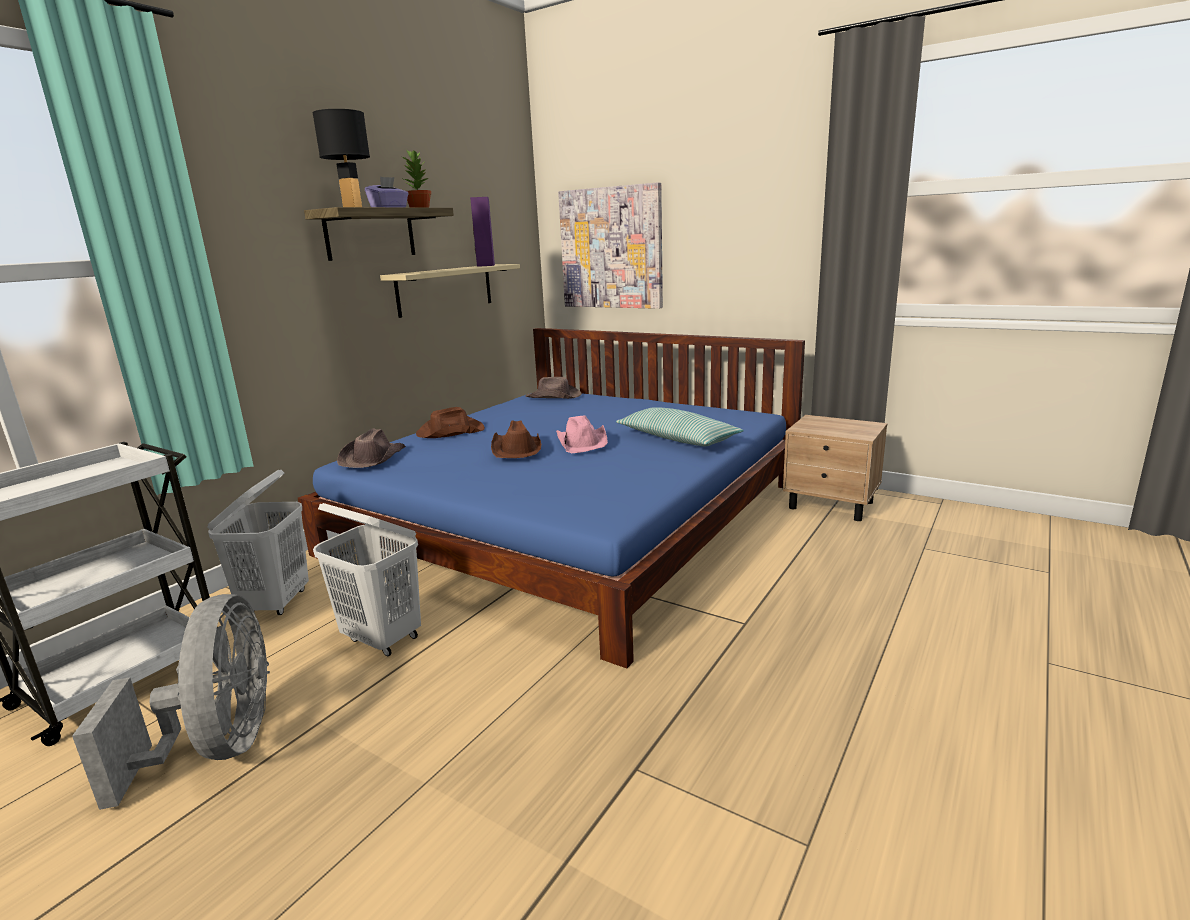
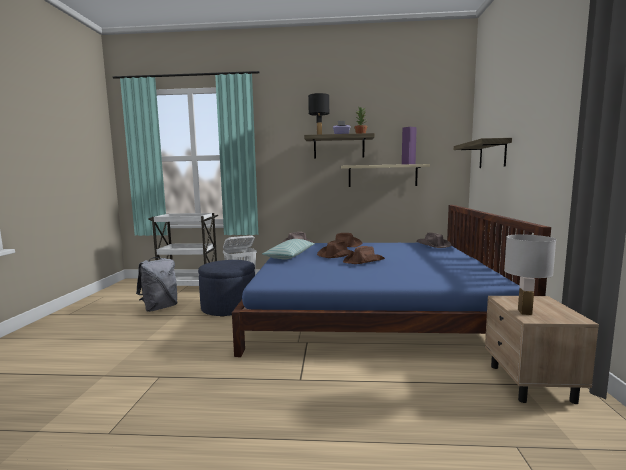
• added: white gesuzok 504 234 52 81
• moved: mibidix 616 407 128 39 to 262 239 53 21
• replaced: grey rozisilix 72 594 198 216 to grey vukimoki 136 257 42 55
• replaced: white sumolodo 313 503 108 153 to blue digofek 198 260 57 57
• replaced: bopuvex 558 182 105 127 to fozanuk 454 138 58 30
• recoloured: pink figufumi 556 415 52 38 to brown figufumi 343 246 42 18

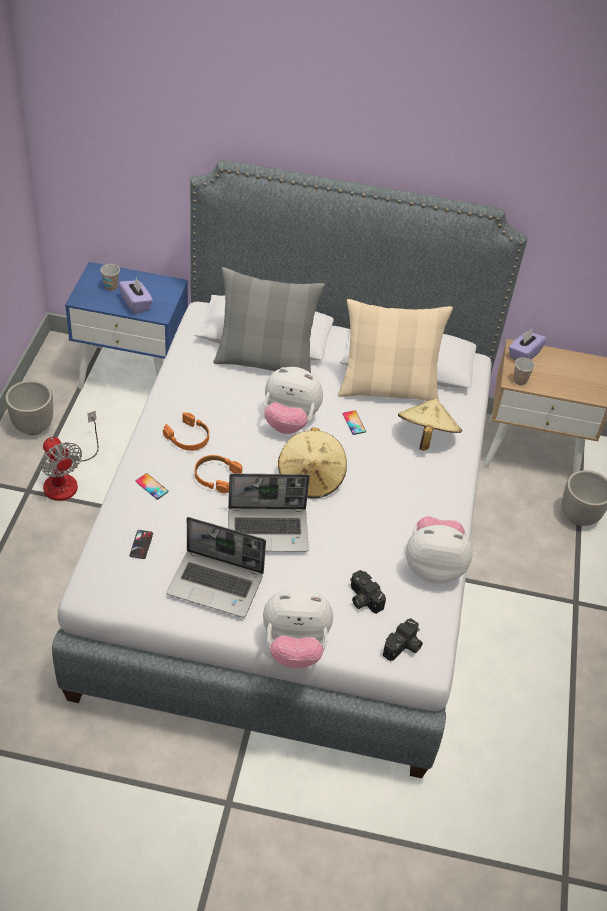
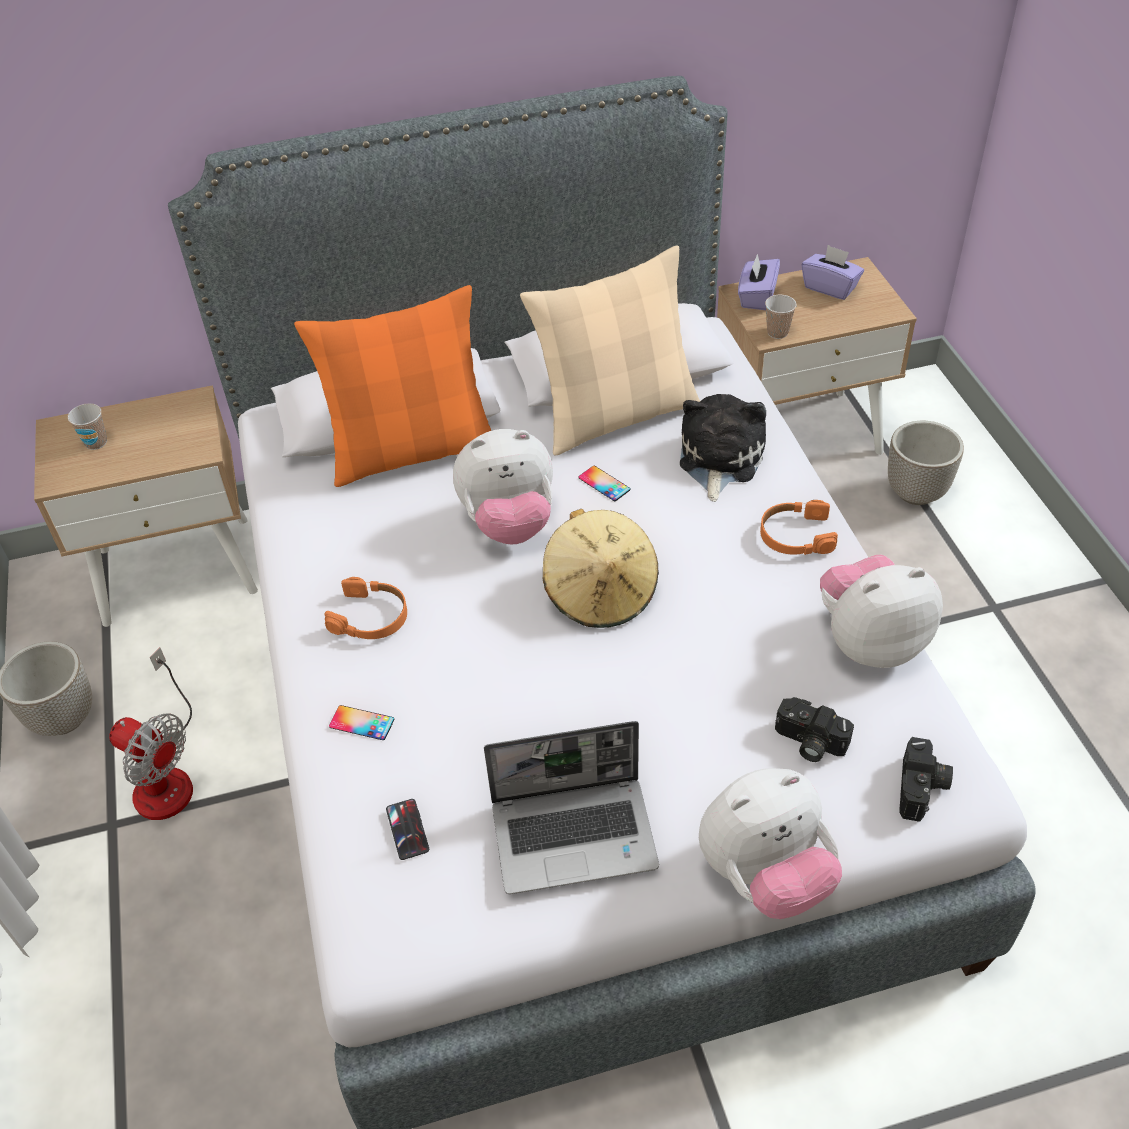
• removed: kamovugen 228 473 82 79
• moved: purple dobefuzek 119 277 34 37 to 802 245 62 55
• moved: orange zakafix 195 455 47 39 to 760 500 78 55
• replaced: beige figufumi 398 398 64 53 to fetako 680 394 86 108
• recoloured: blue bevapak 65 262 123 127 to beige bevapak 34 385 224 242
• recoloured: grey mibidix 213 267 112 106 to orange mibidix 294 285 197 202

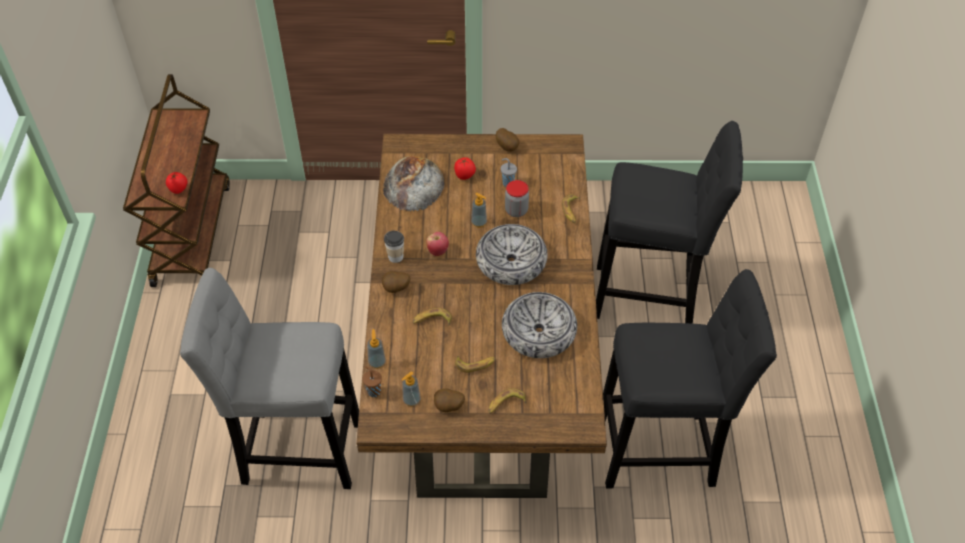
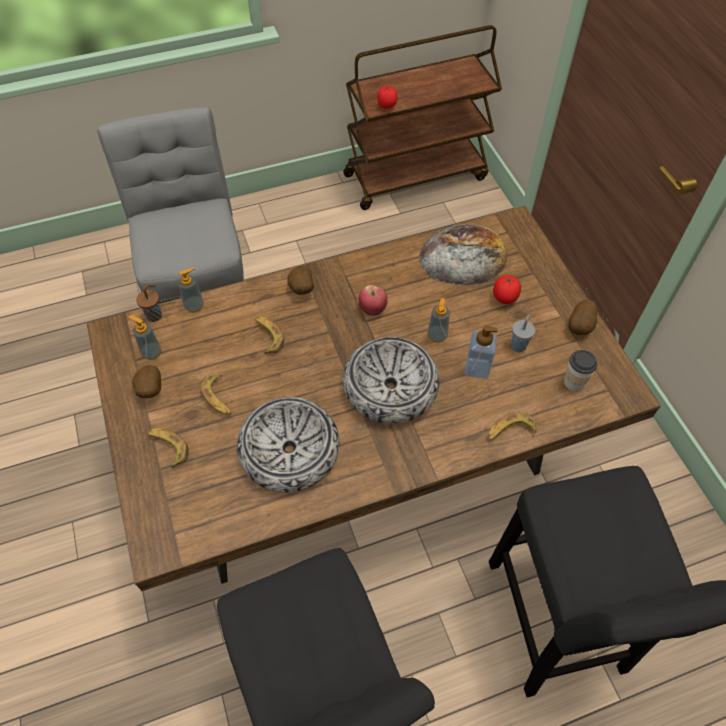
• moved: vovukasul 384 231 20 32 to 564 350 33 41
• replaced: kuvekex 505 180 24 37 to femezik 465 325 33 54

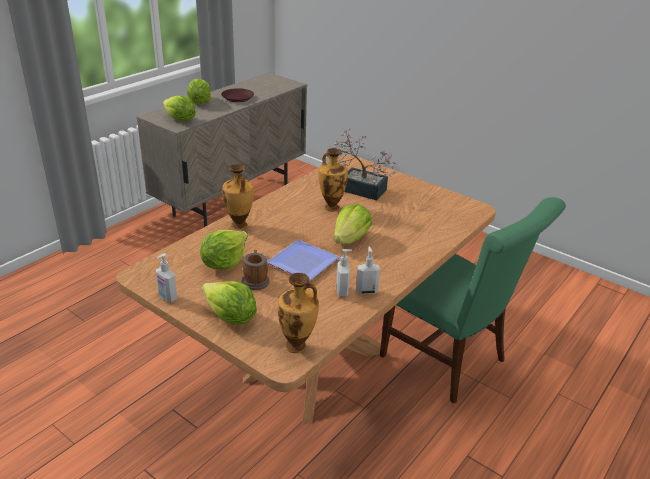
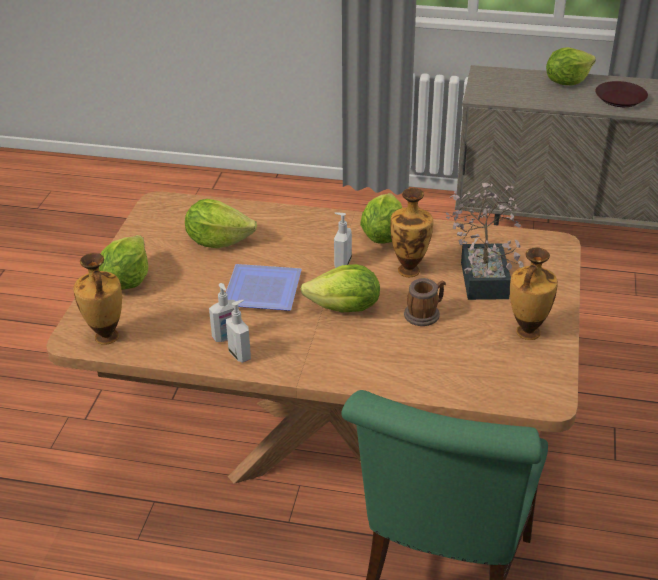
• moved: femezik 156 253 21 50 to 334 212 18 56
• moved: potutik 163 95 33 26 to 360 193 42 51
• moved: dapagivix 222 164 32 65 to 510 247 48 93
• moved: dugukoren 242 250 28 40 to 404 278 42 48

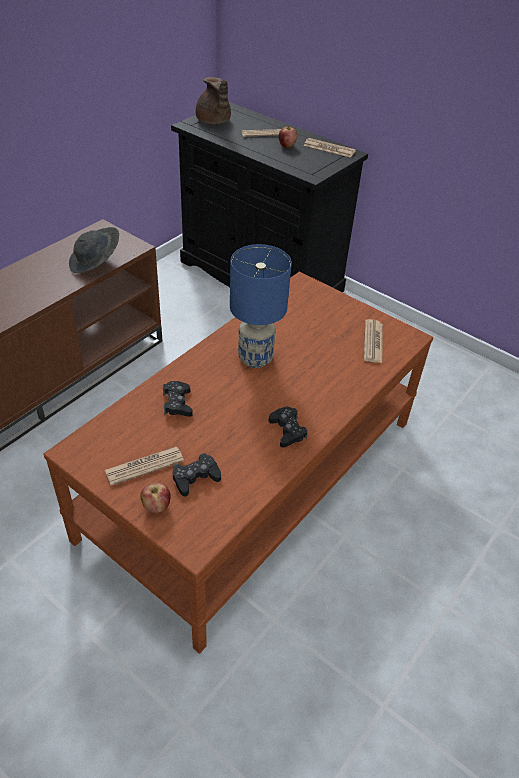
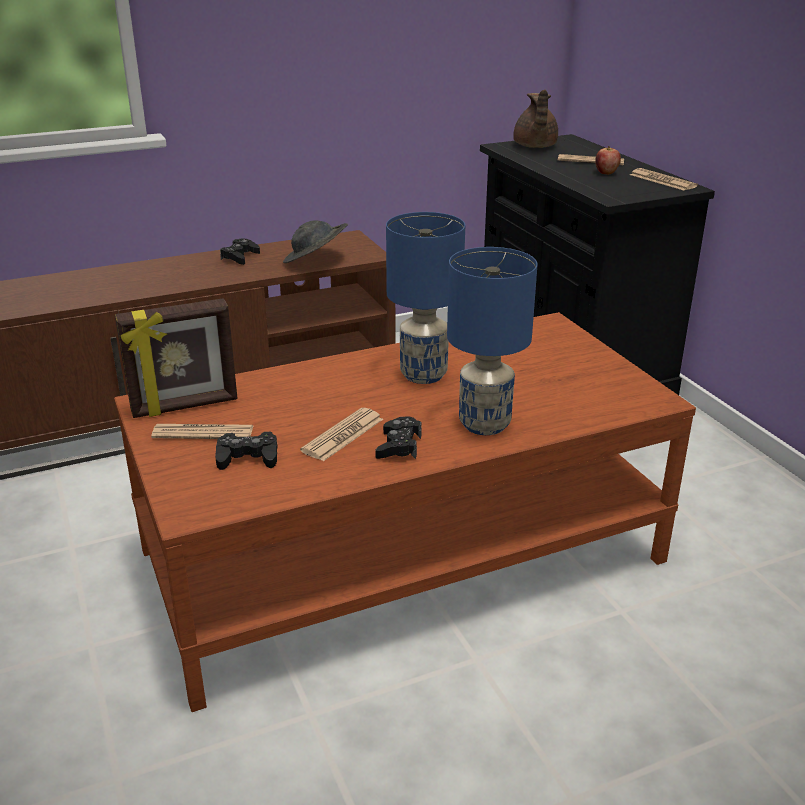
• removed: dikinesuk 140 482 31 31
• added: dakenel 115 298 123 120
• added: blue gesuzok 447 247 91 188
• moved: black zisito 163 381 30 36 to 220 239 40 26
• moved: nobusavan 364 319 19 44 to 300 408 83 53

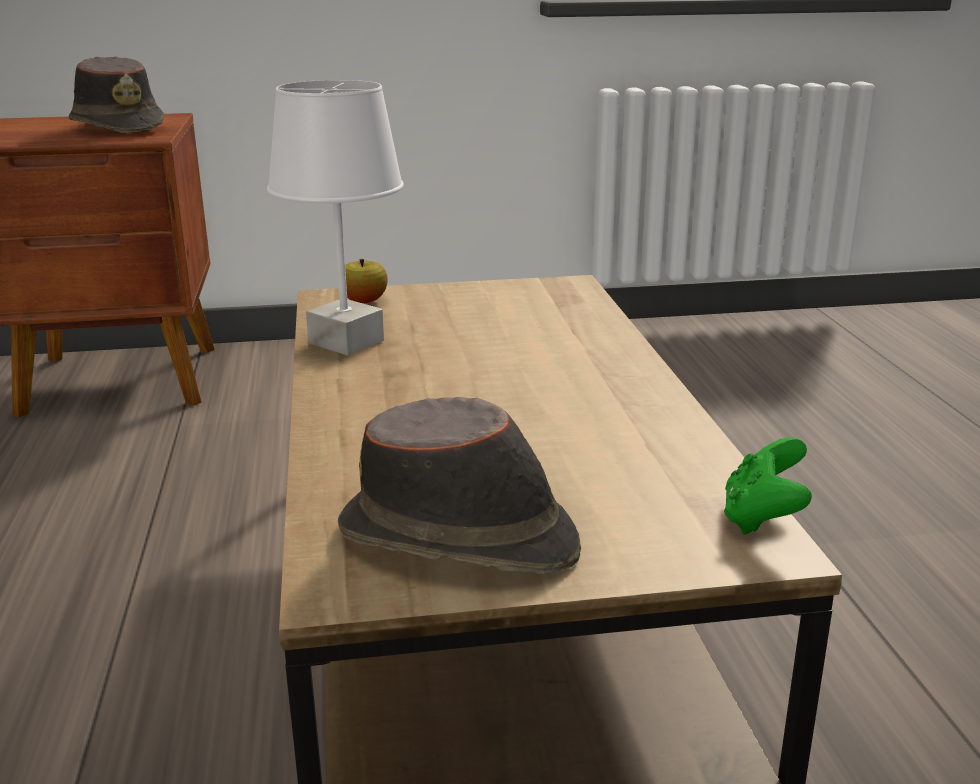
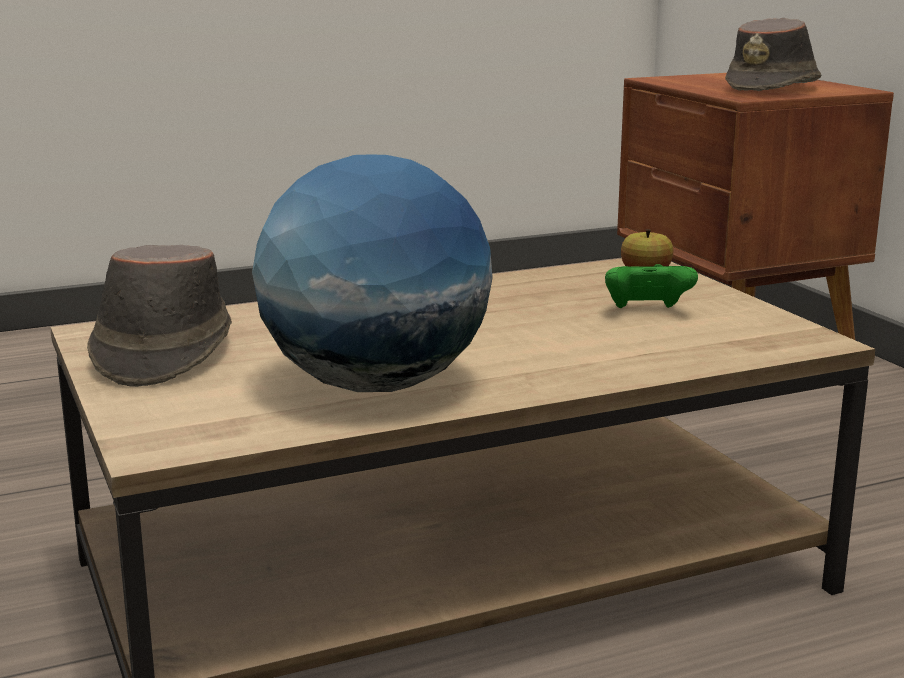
• removed: white gesuzok 267 80 137 275
• added: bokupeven 252 155 241 237
• moved: green zisito 724 437 88 98 to 605 264 93 44

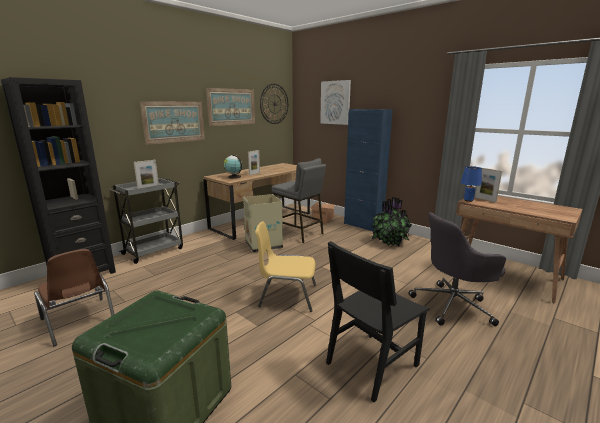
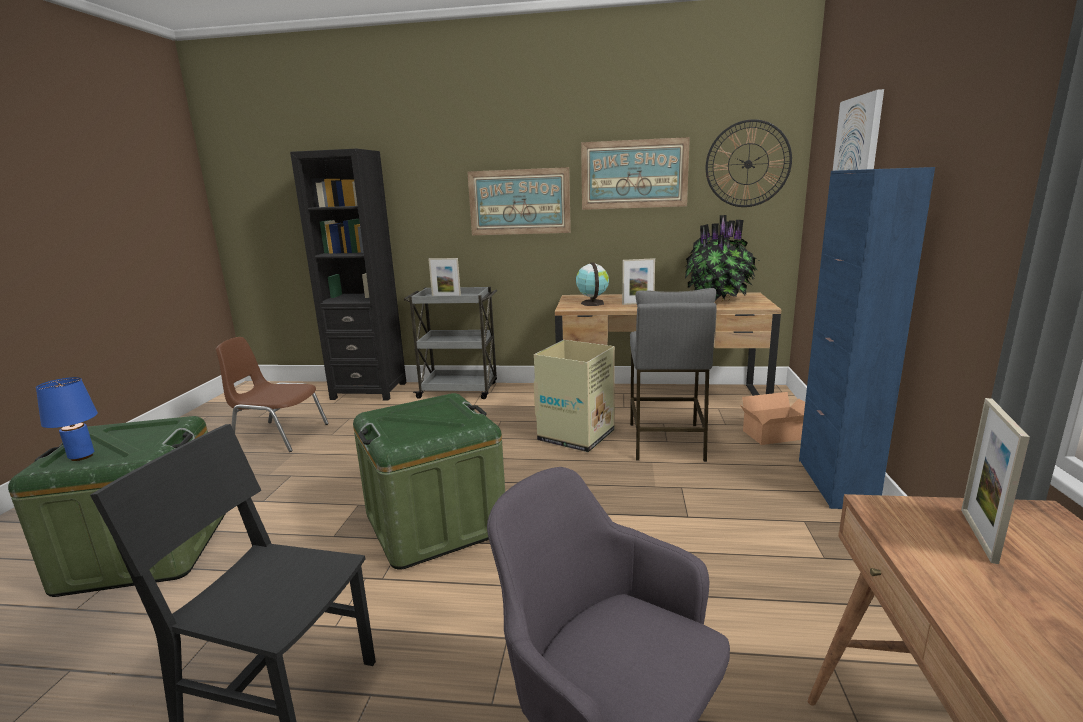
• moved: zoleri 371 197 41 50 to 685 215 74 87
• moved: blue gesuzok 461 166 21 36 to 36 377 62 84
• replaced: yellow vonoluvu 255 222 61 90 to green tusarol 353 393 152 177
• turned: brown vonoluvu 34 249 80 97 = 216 337 113 115 90 degrees clockwise

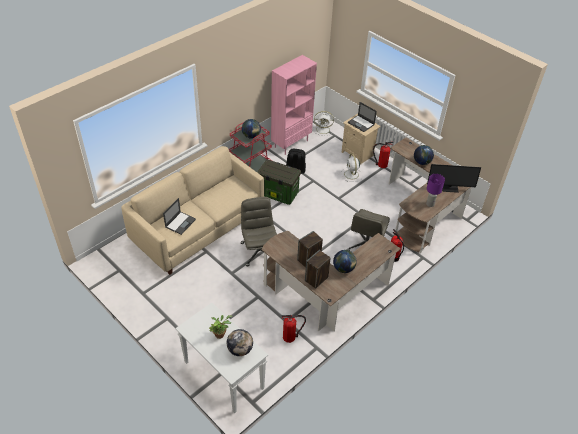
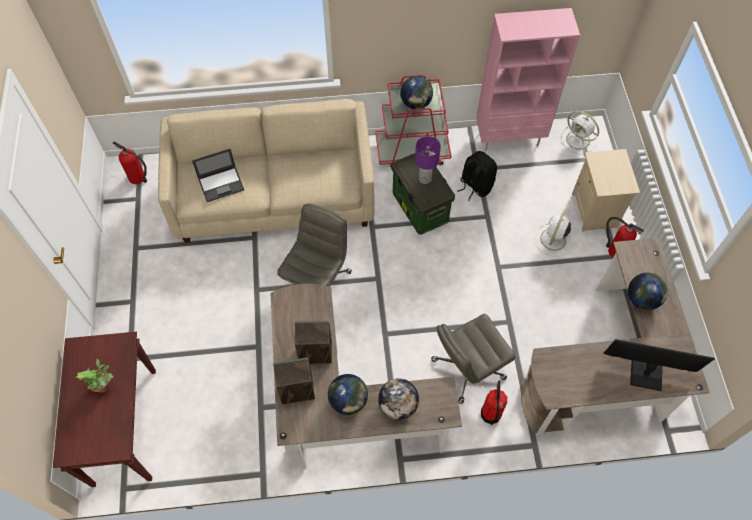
• removed: kamovugen 348 102 29 30
• moved: bokupeven 227 329 26 27 to 378 378 41 42
• moved: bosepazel 282 315 24 28 to 113 142 34 42
• moved: purple gesuzok 426 174 19 33 to 415 136 26 48
• recoloured: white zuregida 175 303 93 110 to brown zuregida 53 332 103 155
• turned: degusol 427 164 54 29 = 604 339 111 52 150 degrees clockwise

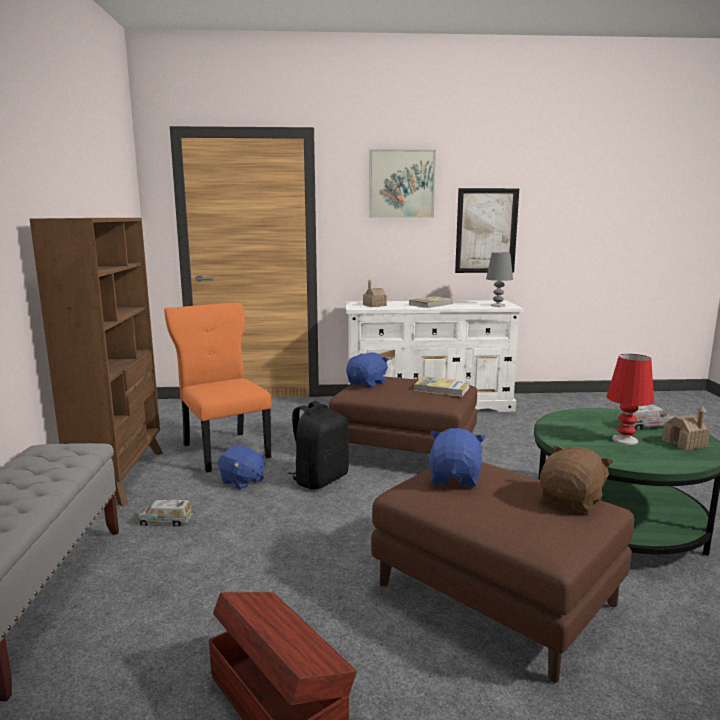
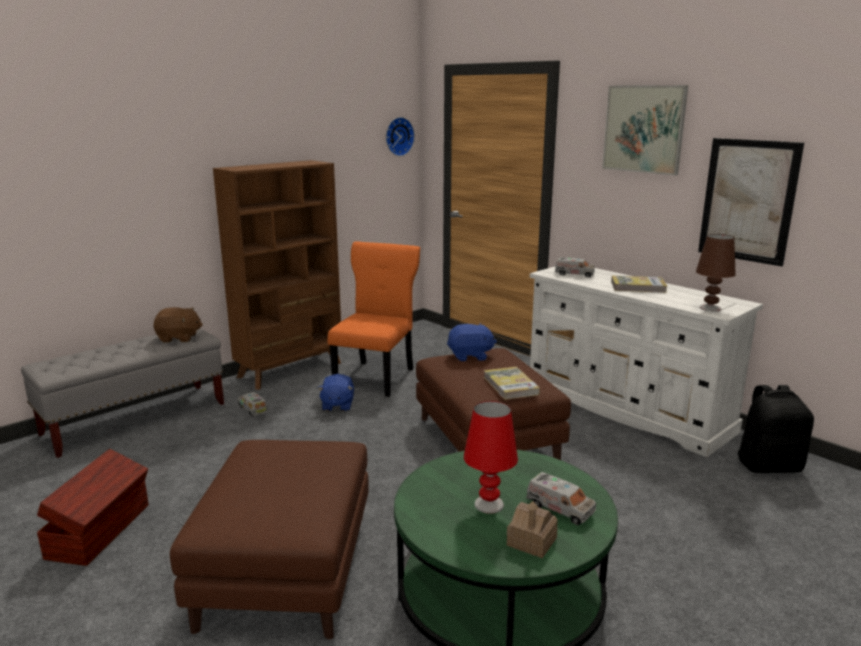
• removed: blue fetako 429 428 57 59
• added: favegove 386 117 29 39
• moved: black vukimoki 288 401 61 89 to 738 385 76 88
• moved: brown fetako 540 446 74 67 to 153 307 50 36
• replaced: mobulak 363 279 24 28 to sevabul 555 257 40 20
• recoloured: grey gesuzok 486 252 27 55 to brown gesuzok 696 234 40 78

